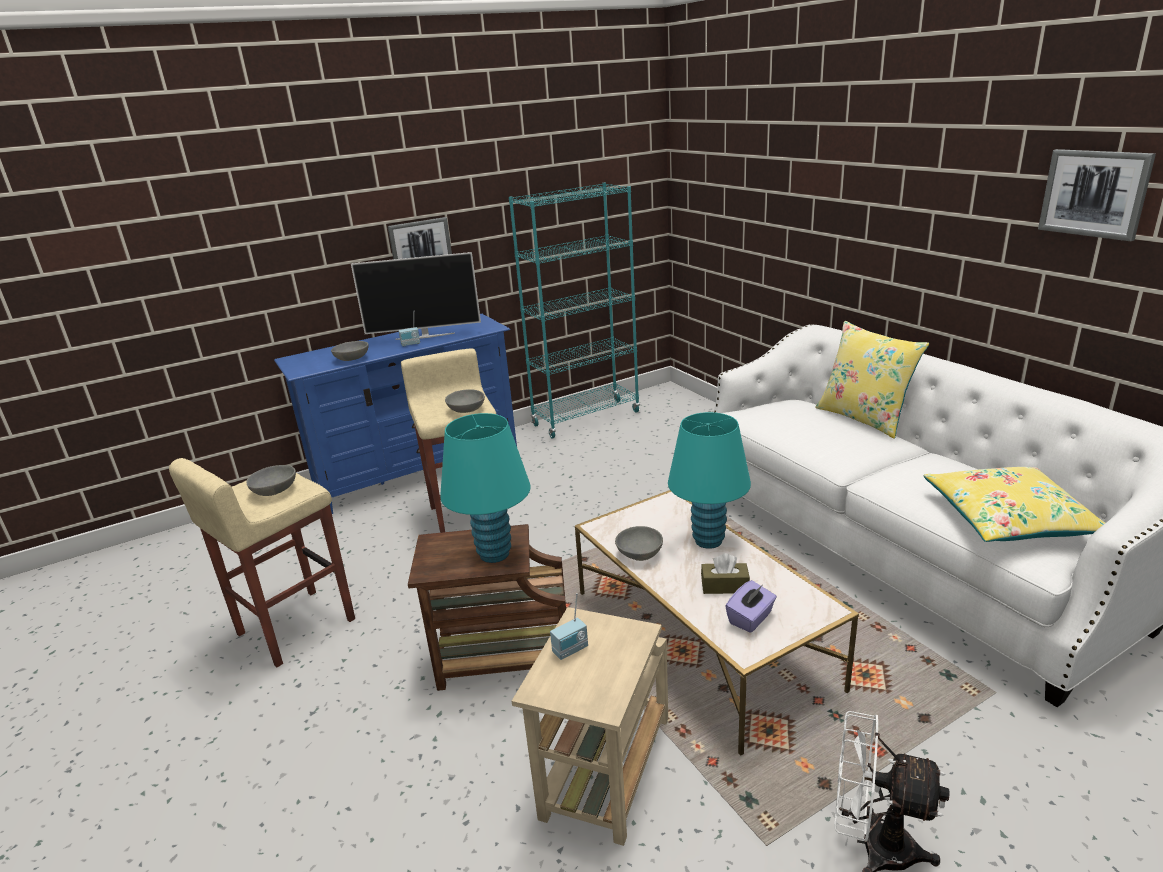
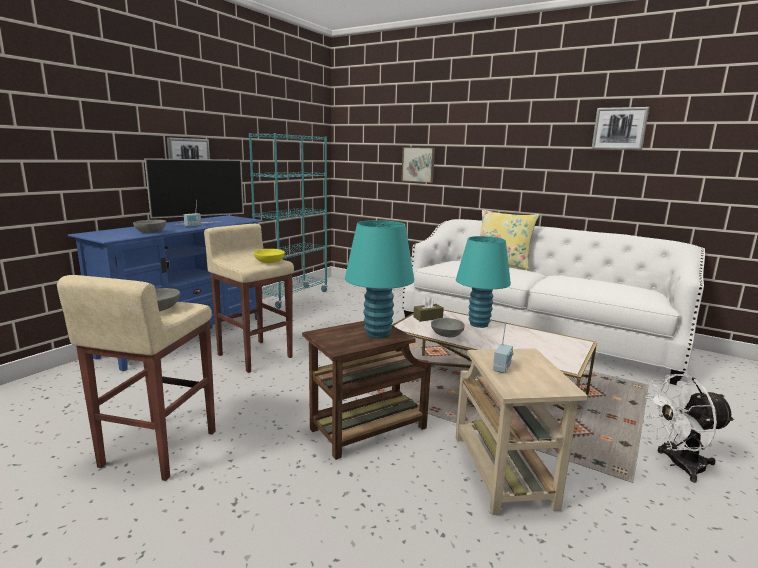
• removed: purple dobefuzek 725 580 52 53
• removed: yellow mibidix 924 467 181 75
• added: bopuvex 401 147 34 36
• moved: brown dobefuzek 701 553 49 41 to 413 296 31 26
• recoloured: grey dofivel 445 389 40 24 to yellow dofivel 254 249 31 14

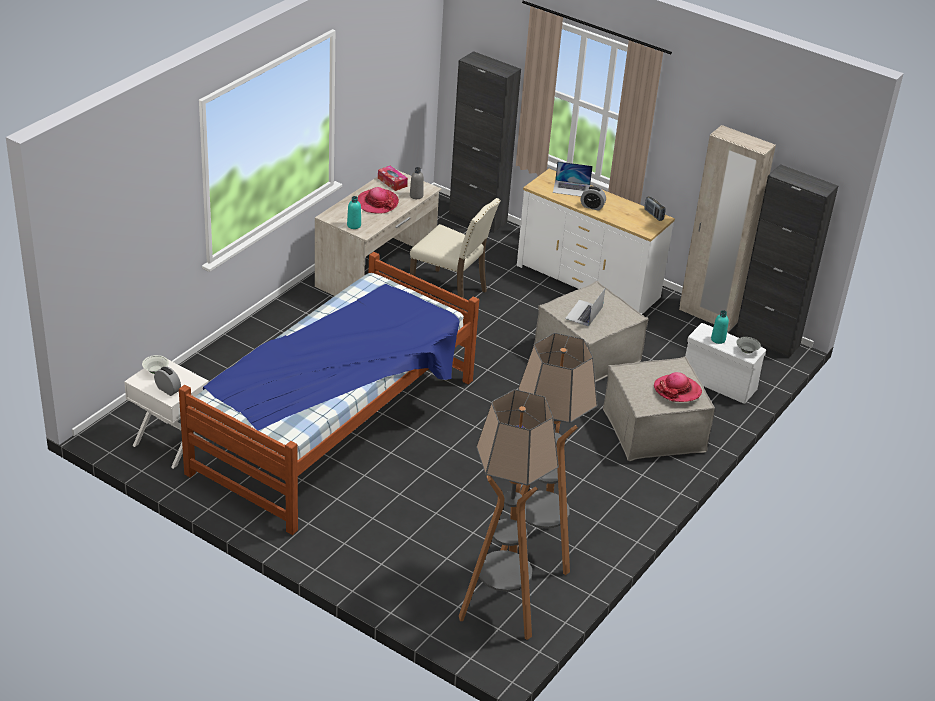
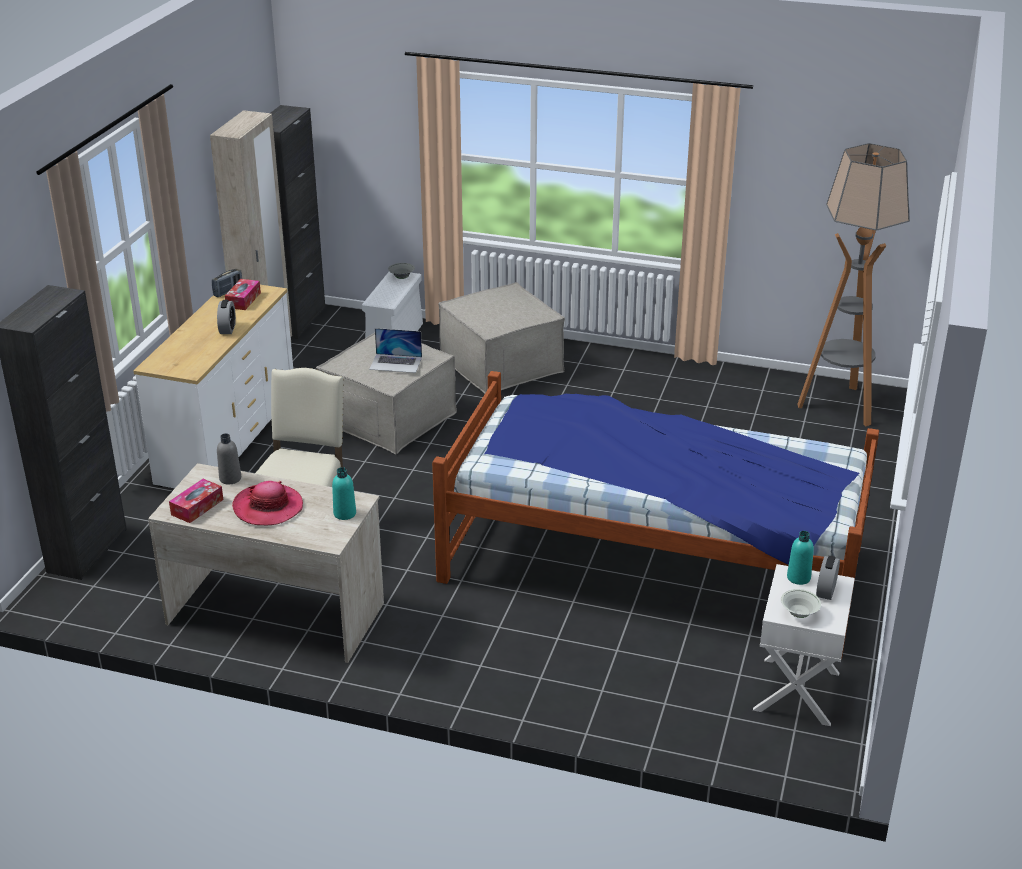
• removed: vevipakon 501 333 97 242
• removed: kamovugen 553 161 40 36
• removed: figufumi 654 372 48 30
• added: dobefuzek 225 279 36 31
• moved: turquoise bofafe 711 310 18 34 to 787 531 27 54

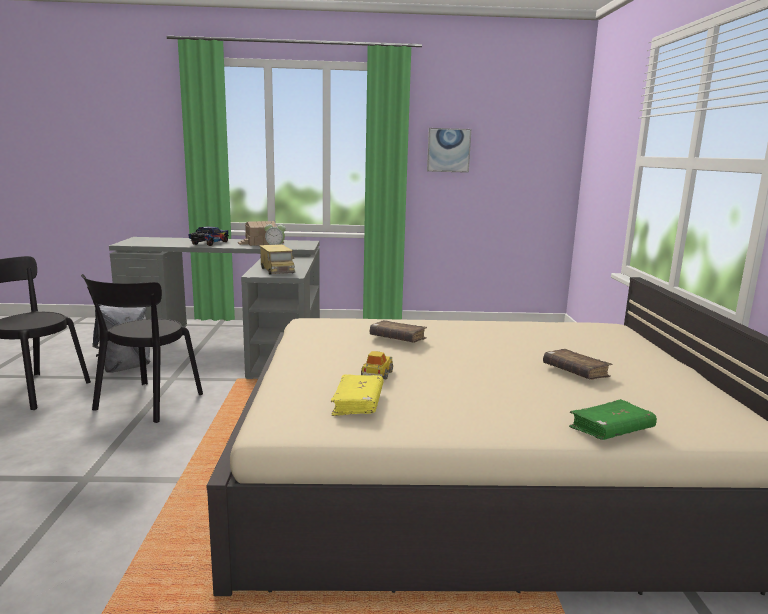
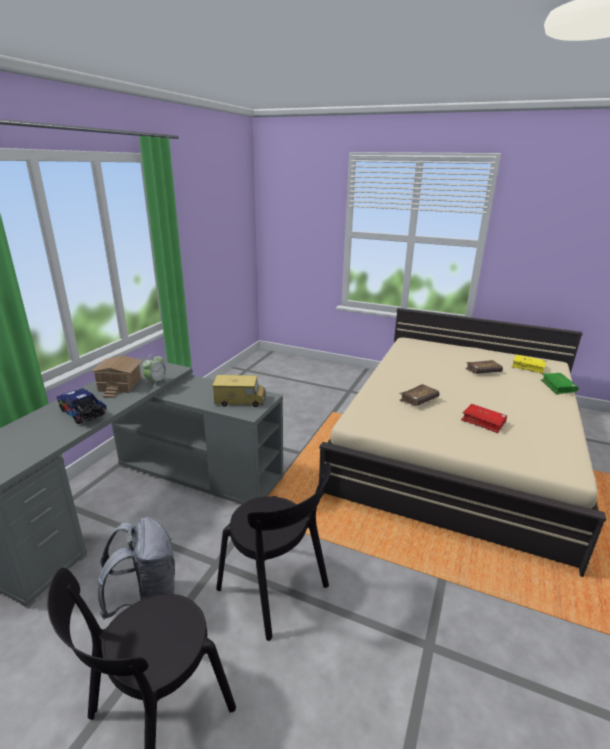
• removed: bopuvex 427 128 44 45
• moved: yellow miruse 331 375 53 41 to 512 355 35 19
• replaced: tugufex 361 351 32 28 to red miruse 461 404 46 29

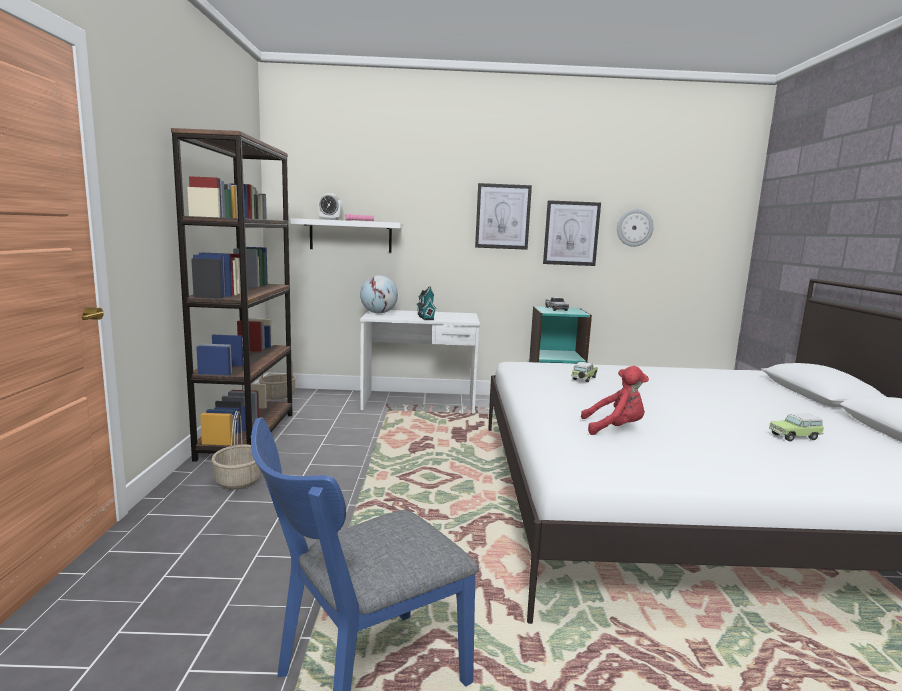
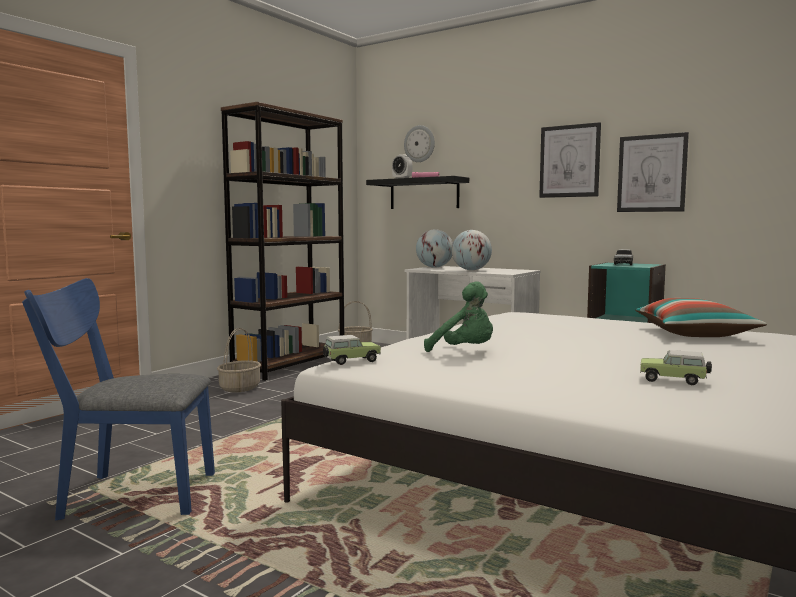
• added: mibidix 635 298 132 39
• moved: tugufex 571 362 27 20 to 323 335 58 30
• moved: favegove 617 209 37 38 to 404 125 31 37
• replaced: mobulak 416 286 20 34 to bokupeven 452 230 40 40
• recoloured: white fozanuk 290 218 113 34 to black fozanuk 366 176 103 33
• recoloured: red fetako 581 366 68 69 to green fetako 424 281 69 71

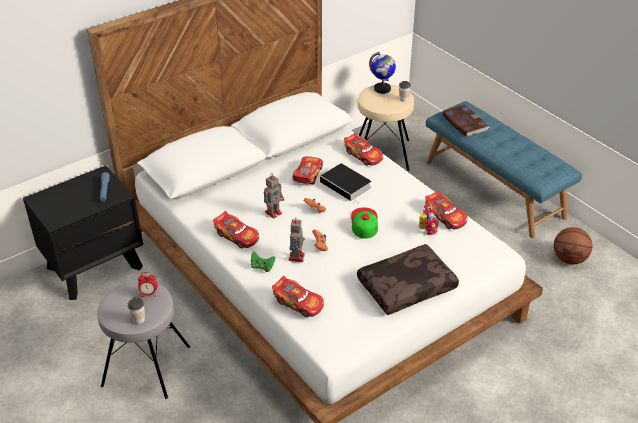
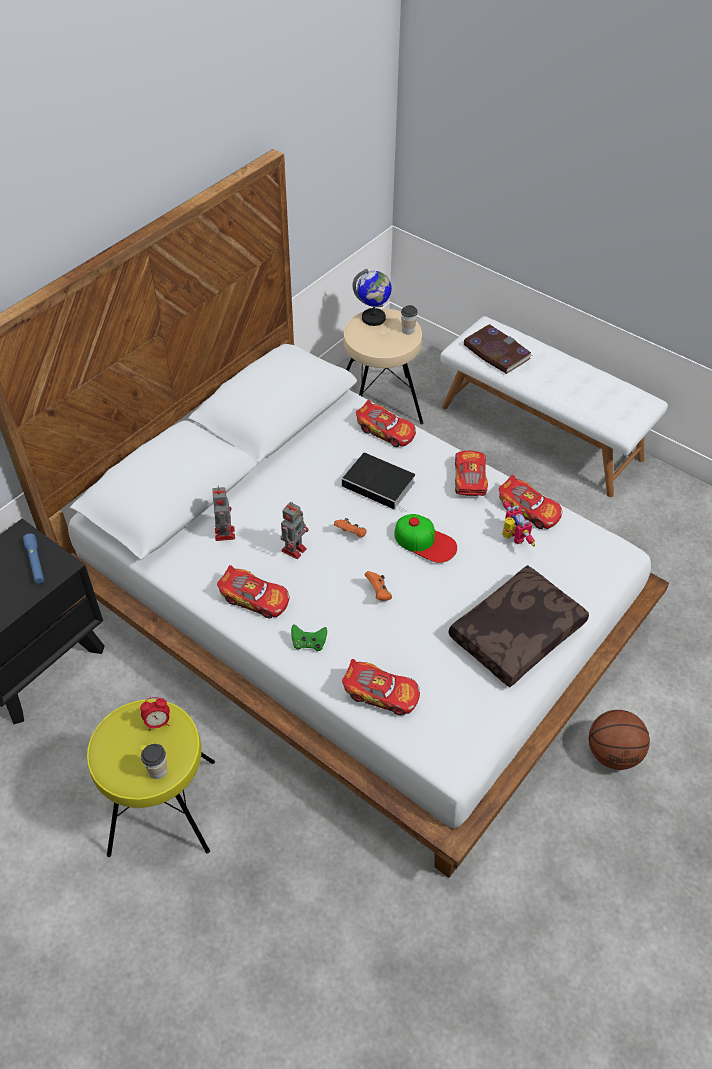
• moved: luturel 289 218 16 44 to 212 486 23 55
• moved: tugufex 293 156 30 29 to 455 451 33 45
• moved: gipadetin 554 227 38 37 to 589 710 61 60
• recoloured: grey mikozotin 97 280 93 119 to yellow mikozotin 87 699 128 158
• recoloured: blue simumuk 426 101 156 137 to white simumuk 440 316 228 181
• turned: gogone 351 207 27 32 = 394 514 63 49 135 degrees clockwise

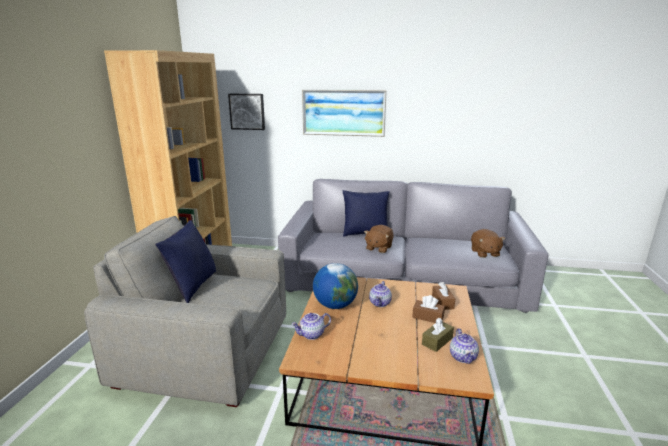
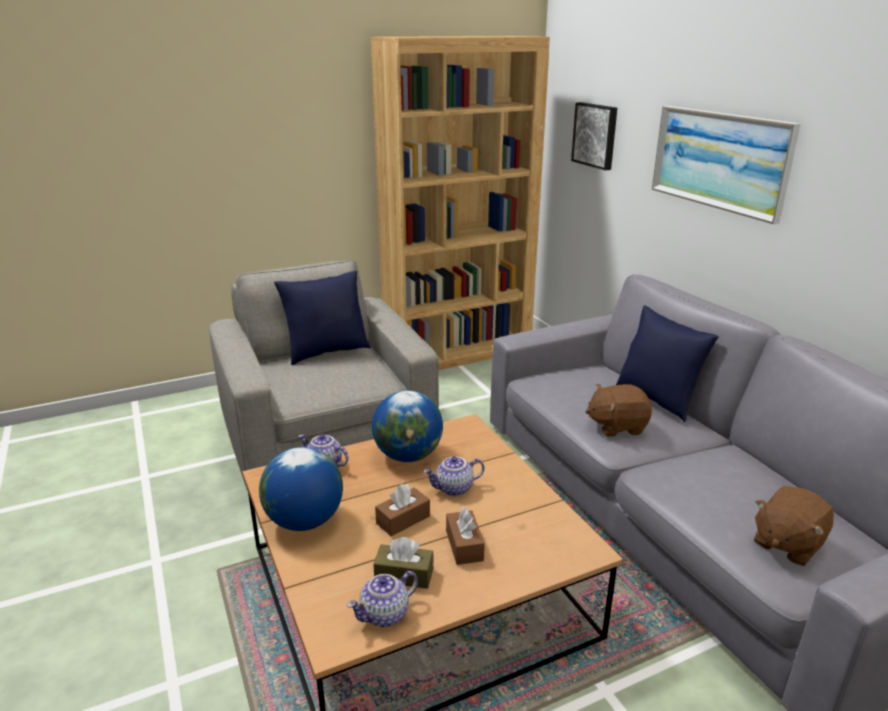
• added: bokupeven 259 447 84 84
• moved: brown dobefuzek 432 282 23 28 to 375 484 55 52

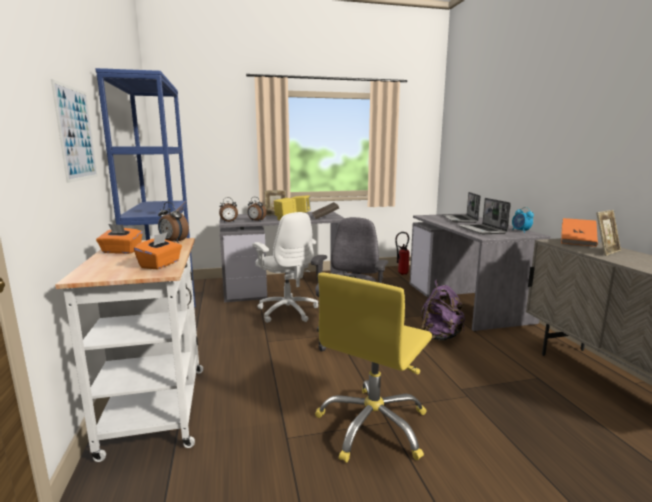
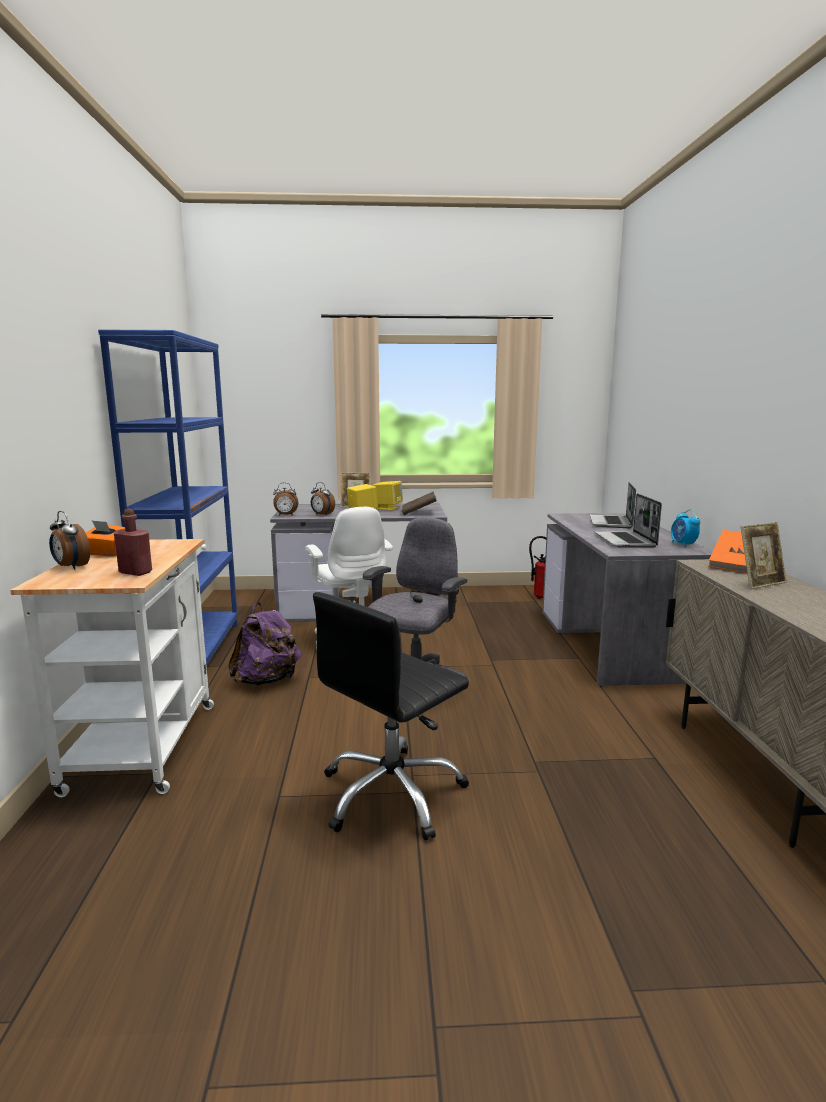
• removed: bopuvex 51 79 47 104
• moved: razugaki 158 202 31 41 to 49 511 41 59
• moved: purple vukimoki 421 280 44 61 to 228 602 73 84
• replaced: orange dobefuzek 134 232 48 38 to red bofafe 114 509 38 67
• recoloured: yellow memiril 315 272 117 191 to black memiril 313 592 156 249

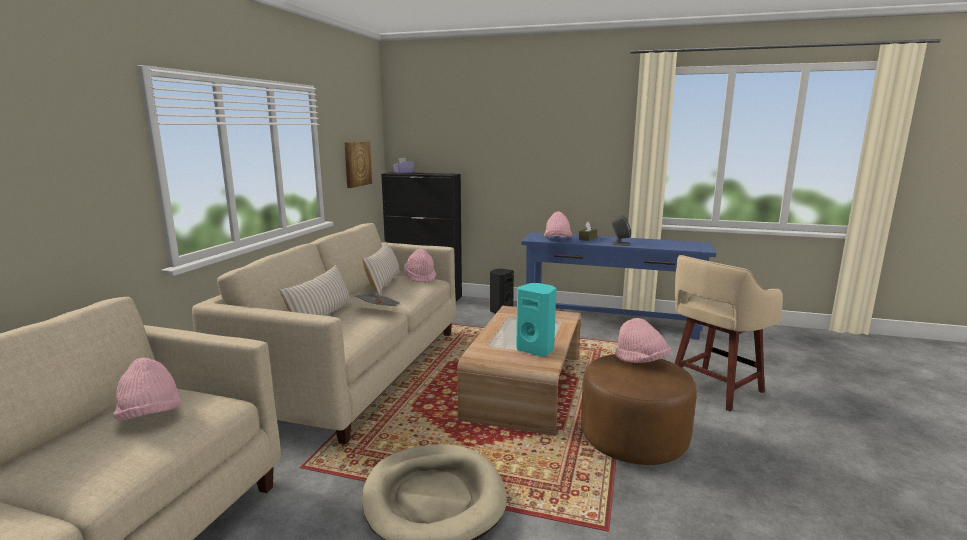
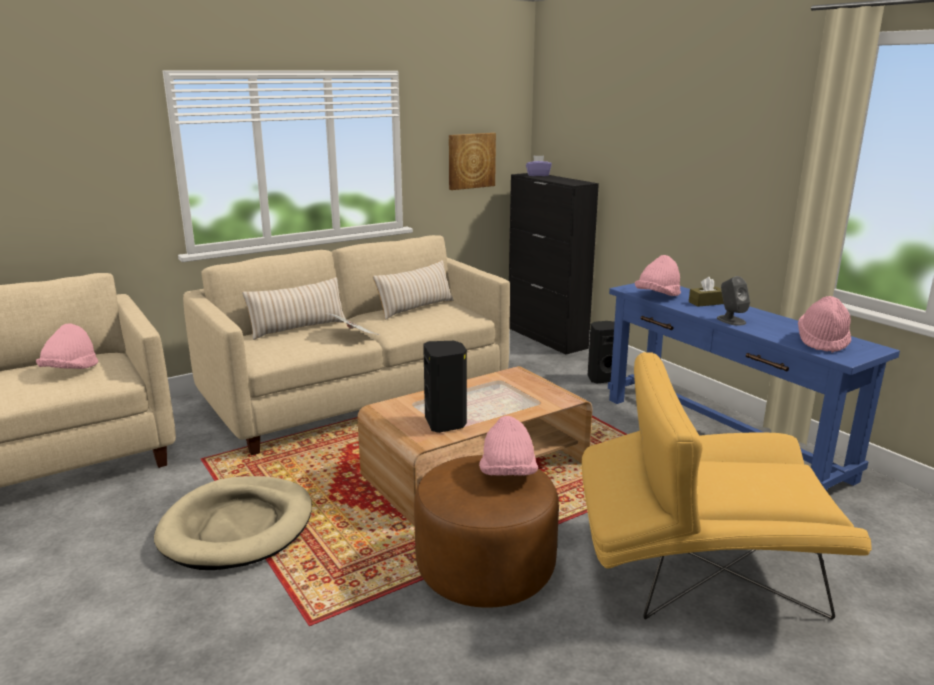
• moved: pink figufumi 404 249 32 34 to 798 296 53 57
• replaced: beige mikozotin 675 255 108 157 to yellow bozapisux 581 352 291 267
• recoloured: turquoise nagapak 516 283 40 73 to black nagapak 423 341 44 92

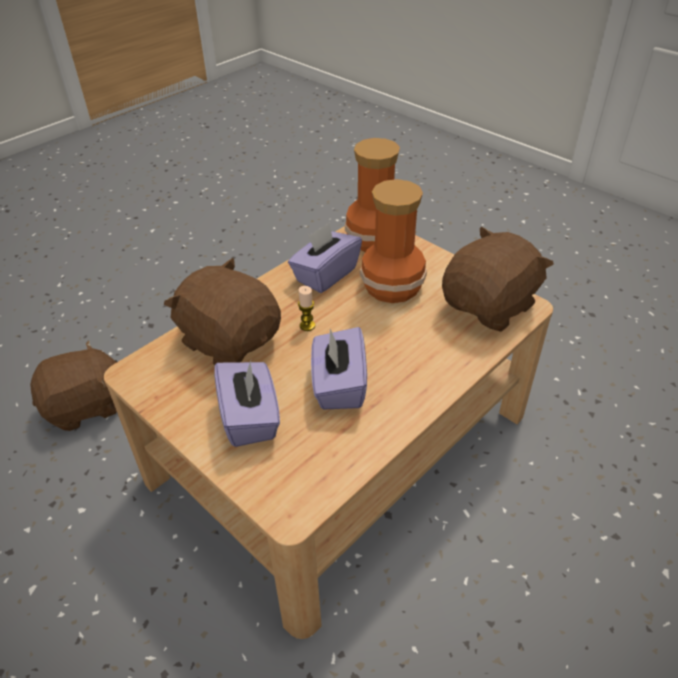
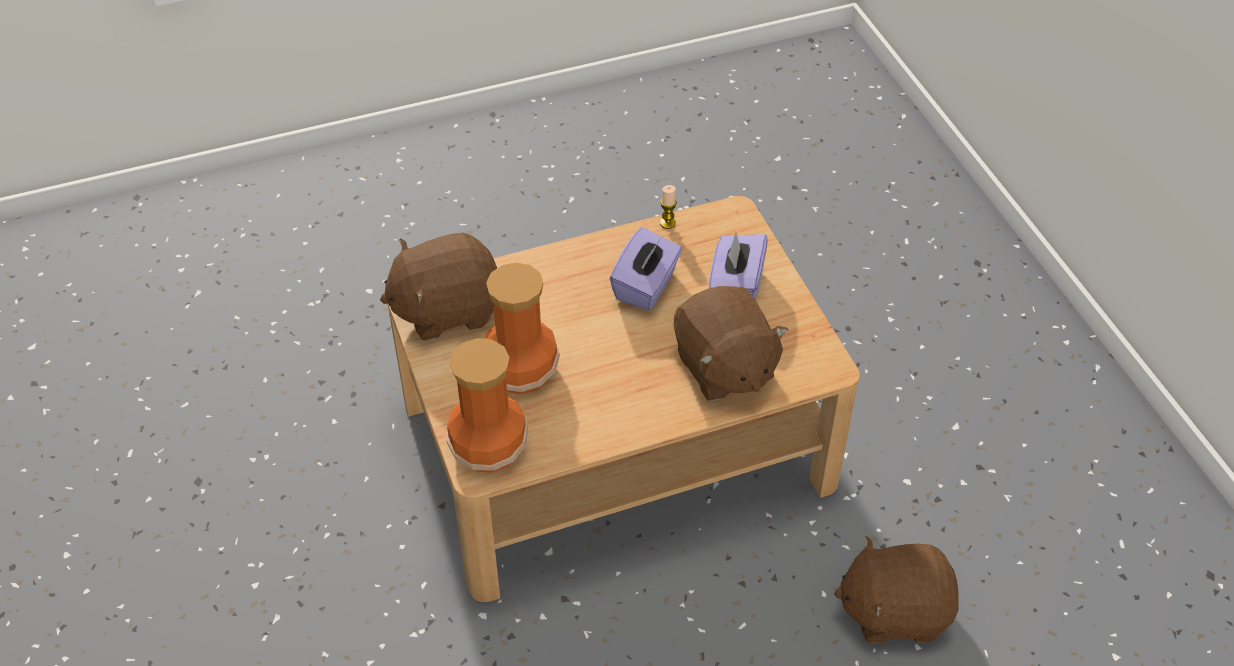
• removed: purple dobefuzek 288 223 74 70
• moved: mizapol 298 286 17 45 to 660 185 17 44

